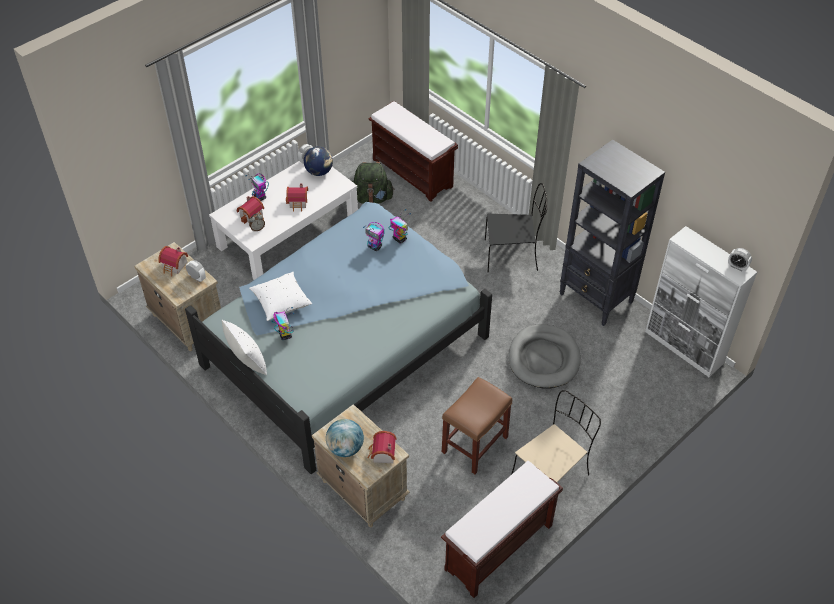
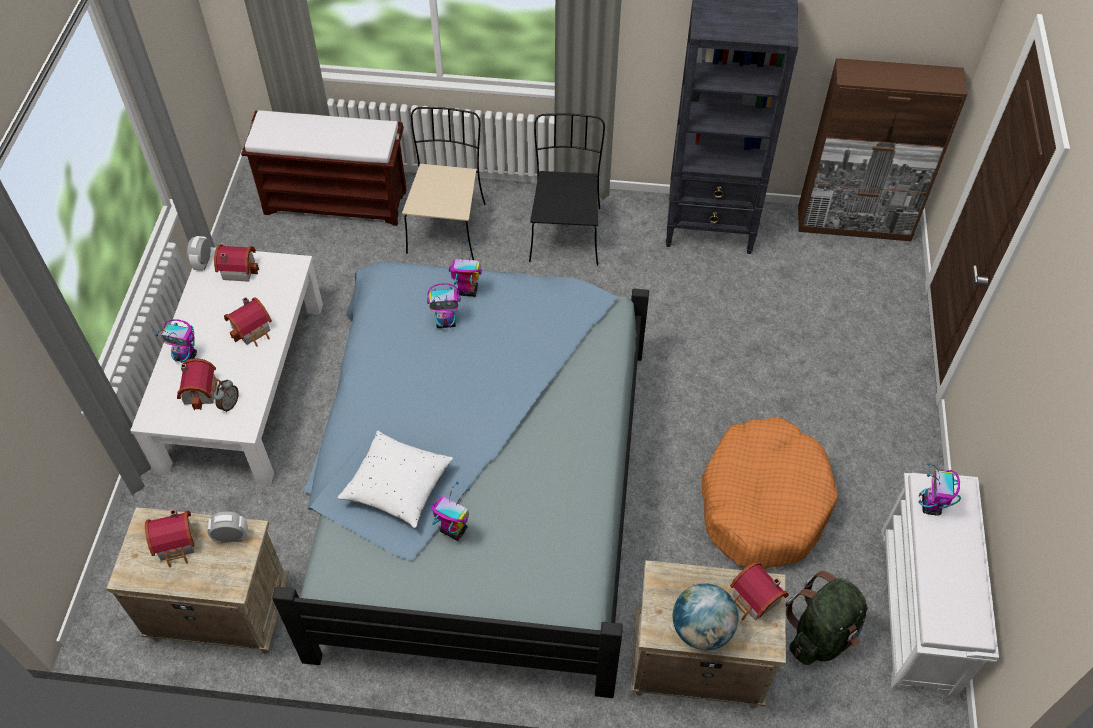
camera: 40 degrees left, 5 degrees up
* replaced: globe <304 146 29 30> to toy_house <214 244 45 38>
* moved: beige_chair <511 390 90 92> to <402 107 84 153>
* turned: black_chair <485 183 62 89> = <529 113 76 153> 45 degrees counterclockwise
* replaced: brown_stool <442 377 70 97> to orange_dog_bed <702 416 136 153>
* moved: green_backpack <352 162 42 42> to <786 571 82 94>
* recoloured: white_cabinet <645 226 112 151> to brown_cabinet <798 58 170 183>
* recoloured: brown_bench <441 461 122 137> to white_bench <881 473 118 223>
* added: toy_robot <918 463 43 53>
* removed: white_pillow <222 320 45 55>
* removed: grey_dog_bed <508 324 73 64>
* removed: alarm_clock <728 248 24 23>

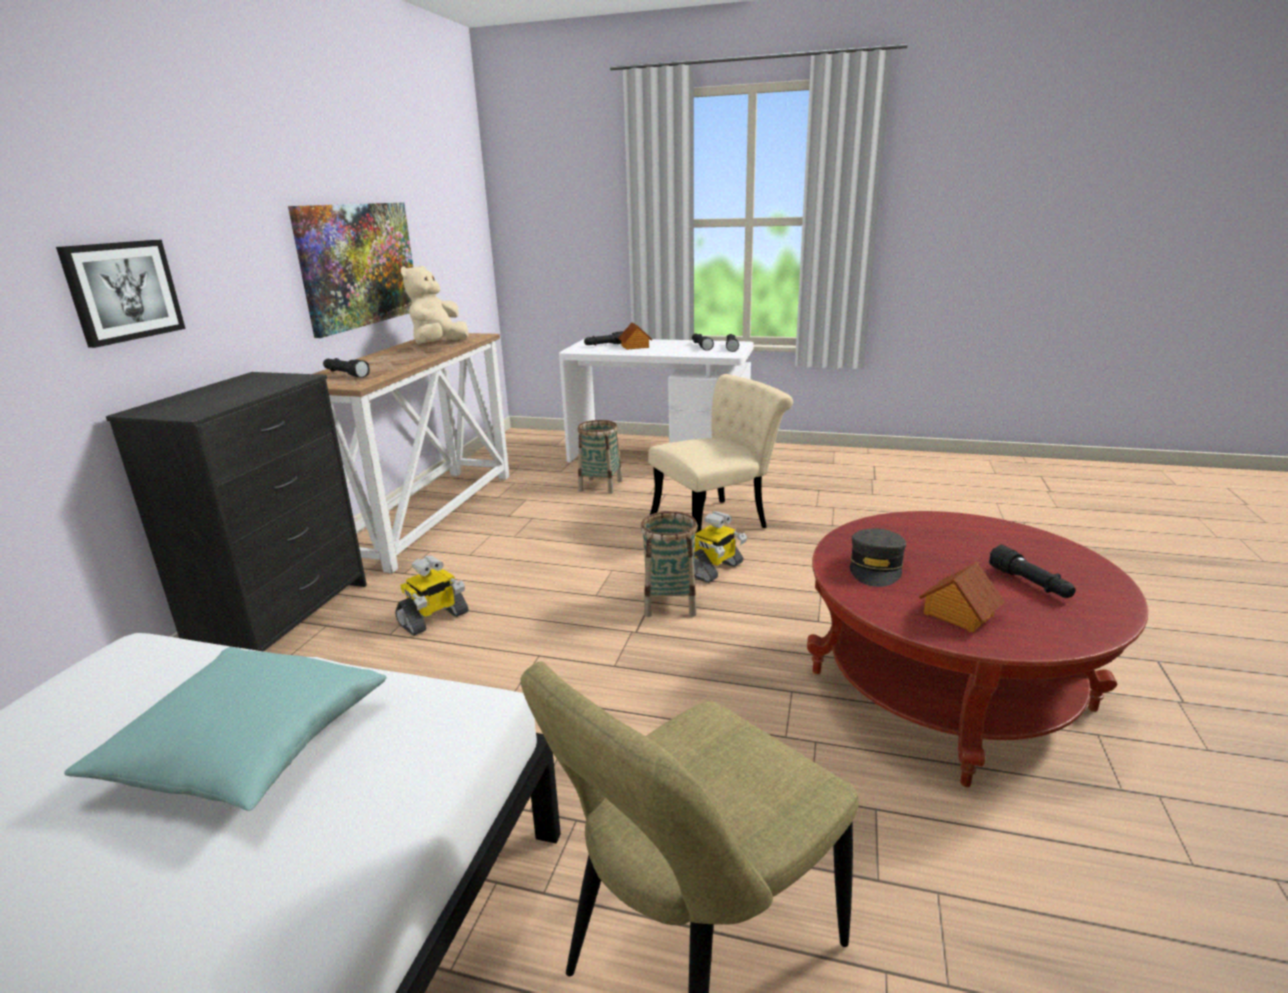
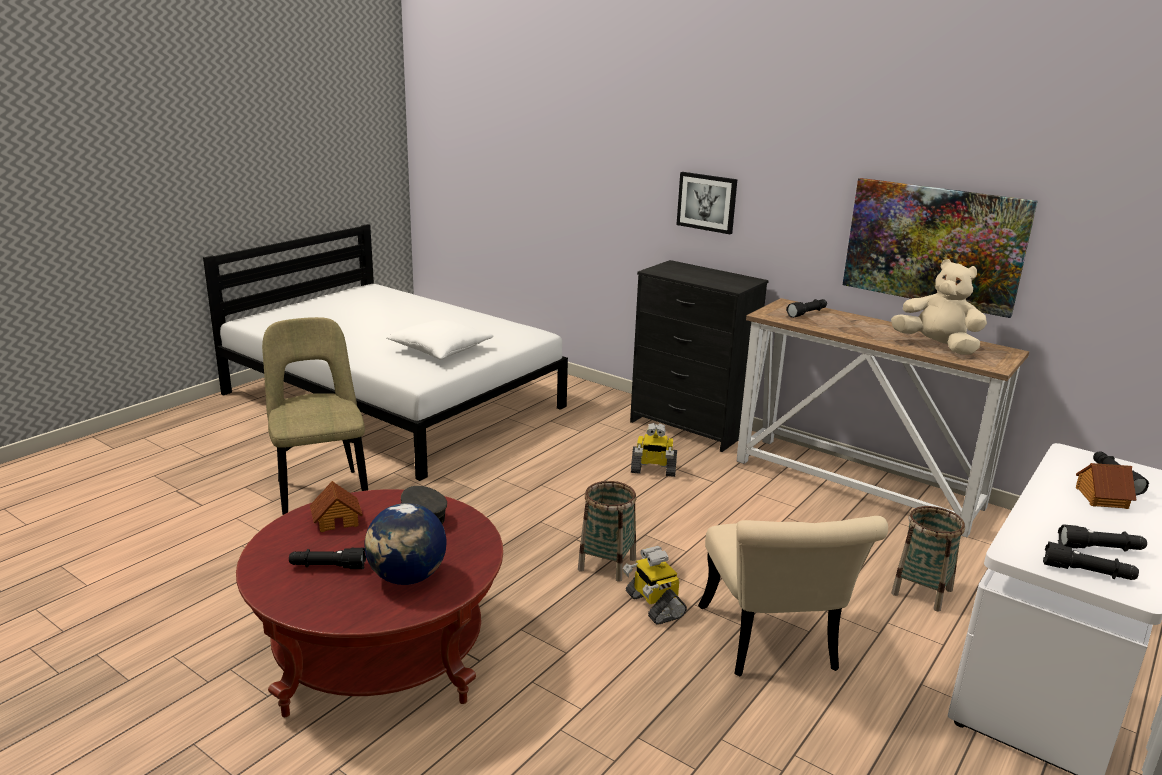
camera: 110 degrees right, 0 degrees up
* added: globe <364 503 83 82>
* recoloured: turquoise_pillow <64 647 323 164> to white_pillow <386 320 108 40>
* turned: toy_robot <395 556 73 80> = <631 423 46 54> 60 degrees counterclockwise

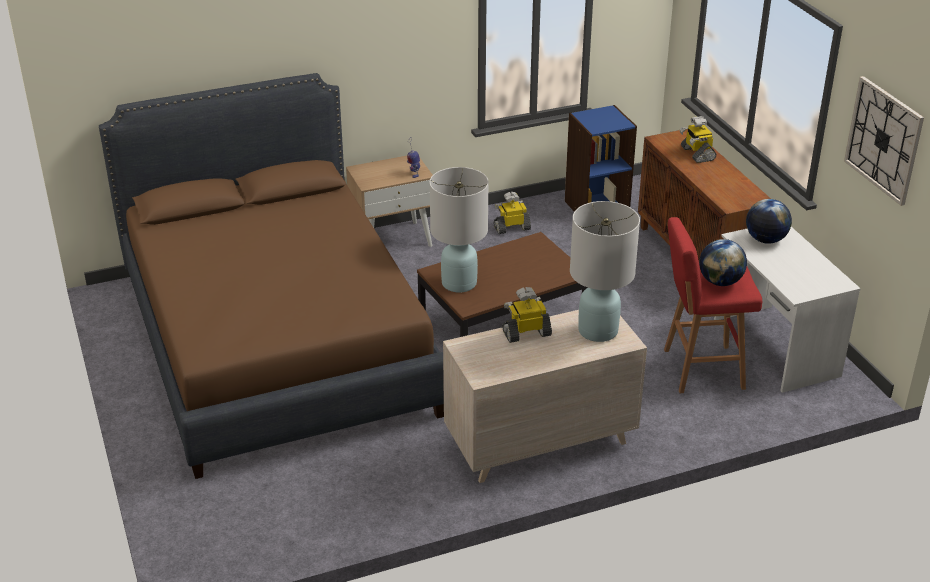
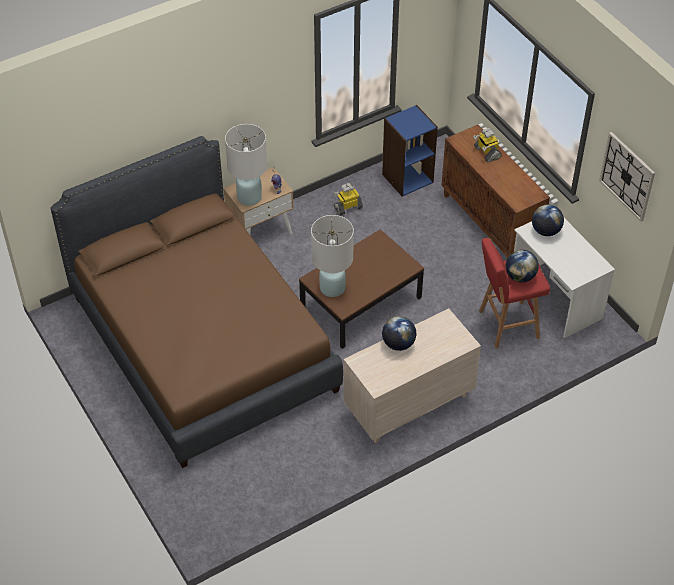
camera: 10 degrees left, 15 degrees up
* moved: white_table_lamp <570 201 70 141> to <225 124 42 82>
* replaced: toy_robot <502 287 50 56> to globe <382 316 34 35>

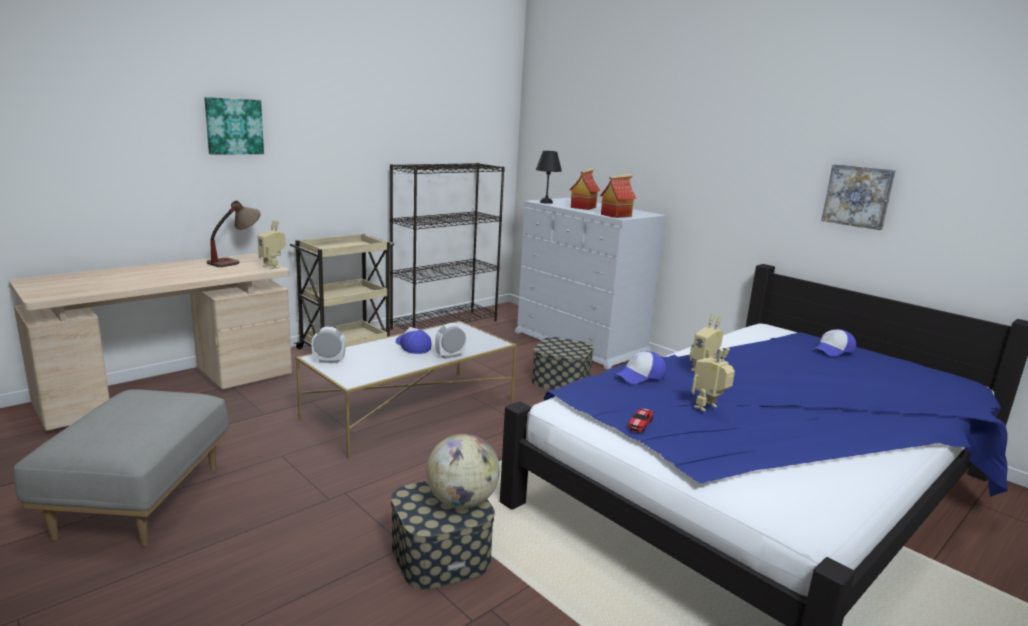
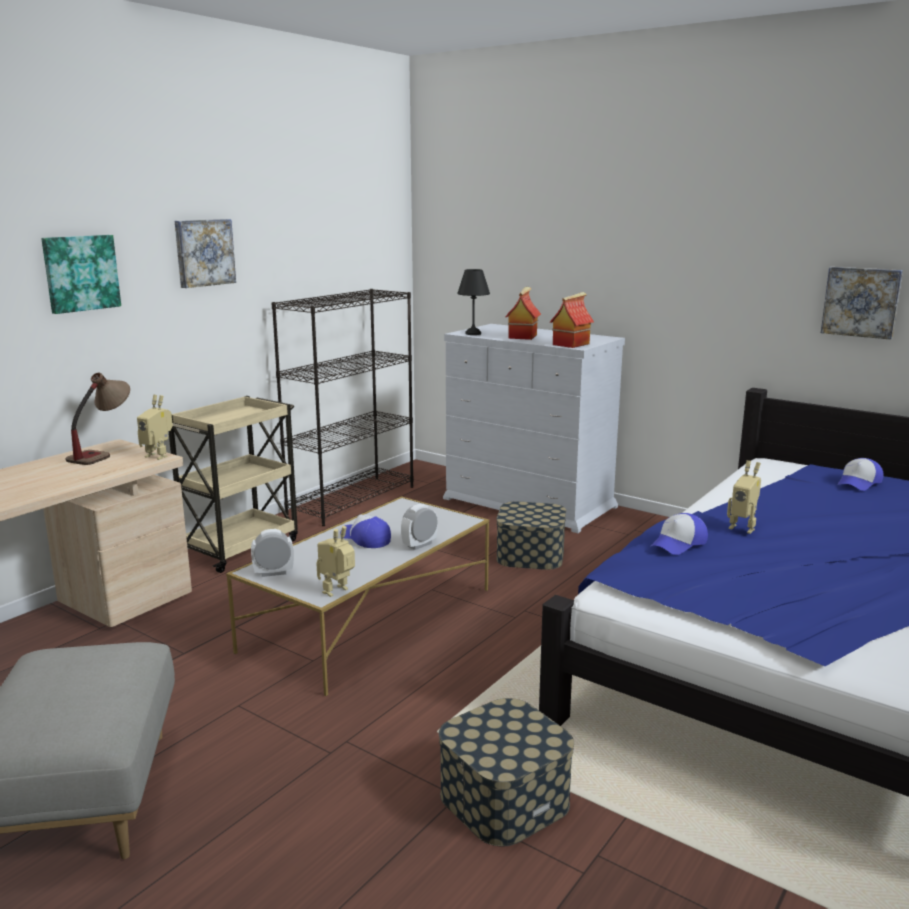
camera: 10 degrees left, 0 degrees up
* added: picture <175 219 61 69>
* moved: toy_robot <692 347 43 65> to <316 526 39 71>
* removed: globe <426 434 74 75>
* removed: toy_car <628 408 25 25>

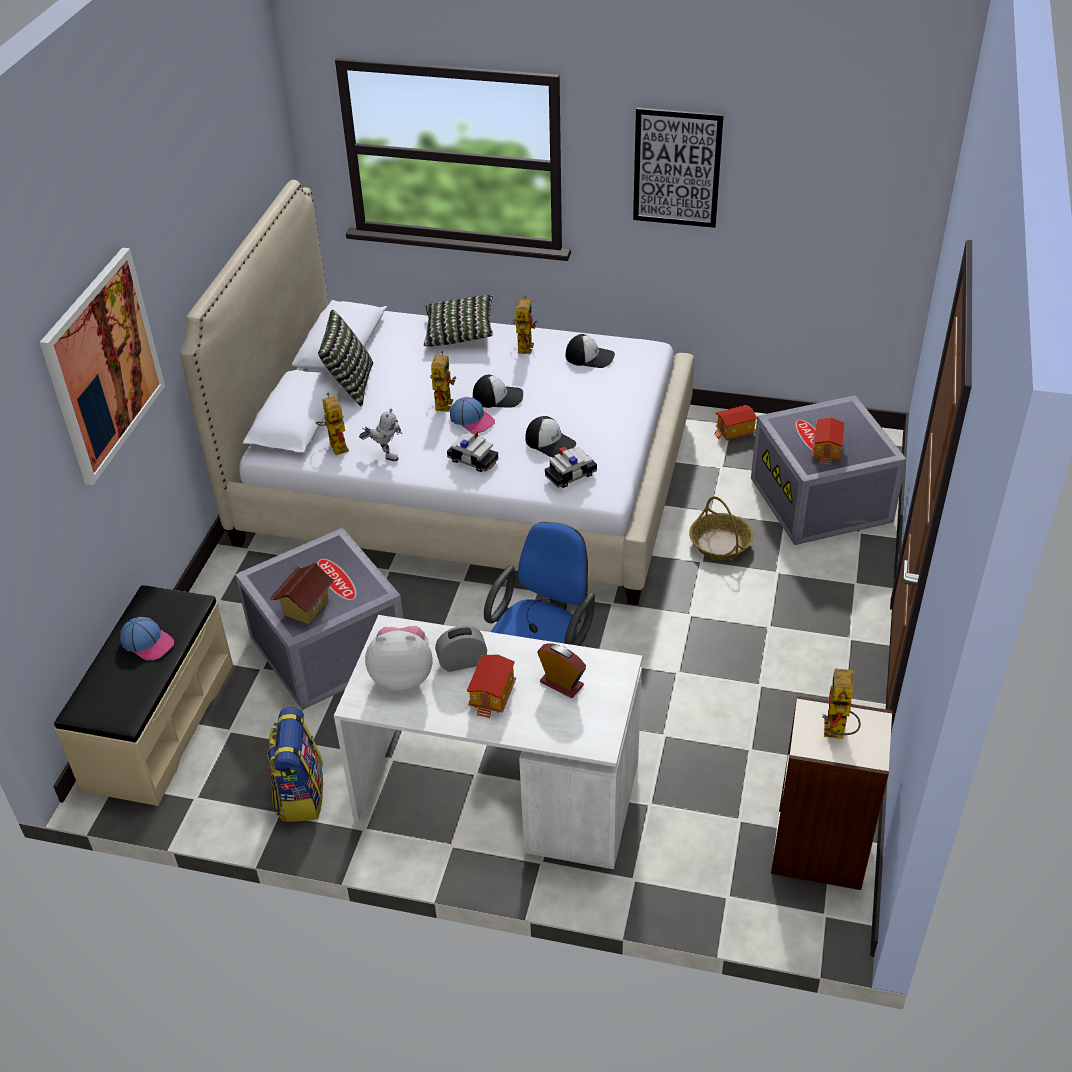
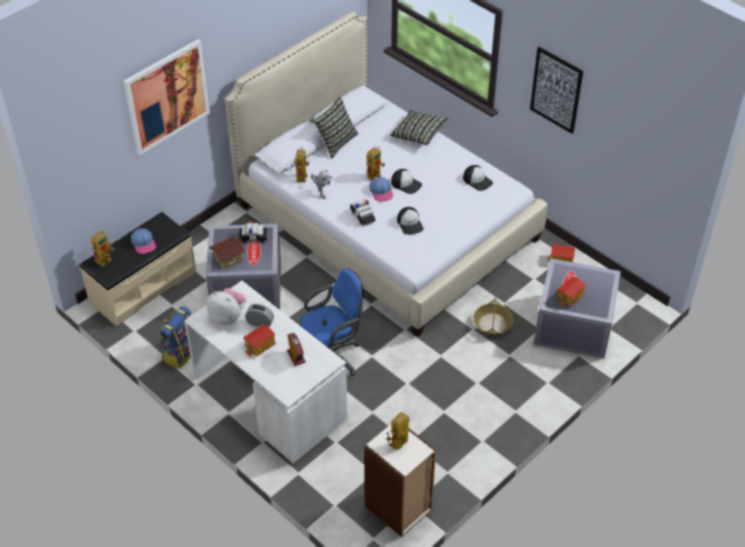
camera: 30 degrees right, 5 degrees up
* moved: toy_robot <512 295 26 59> to <91 231 24 36>
* moved: toy_car <545 447 52 41> to <239 221 29 22>

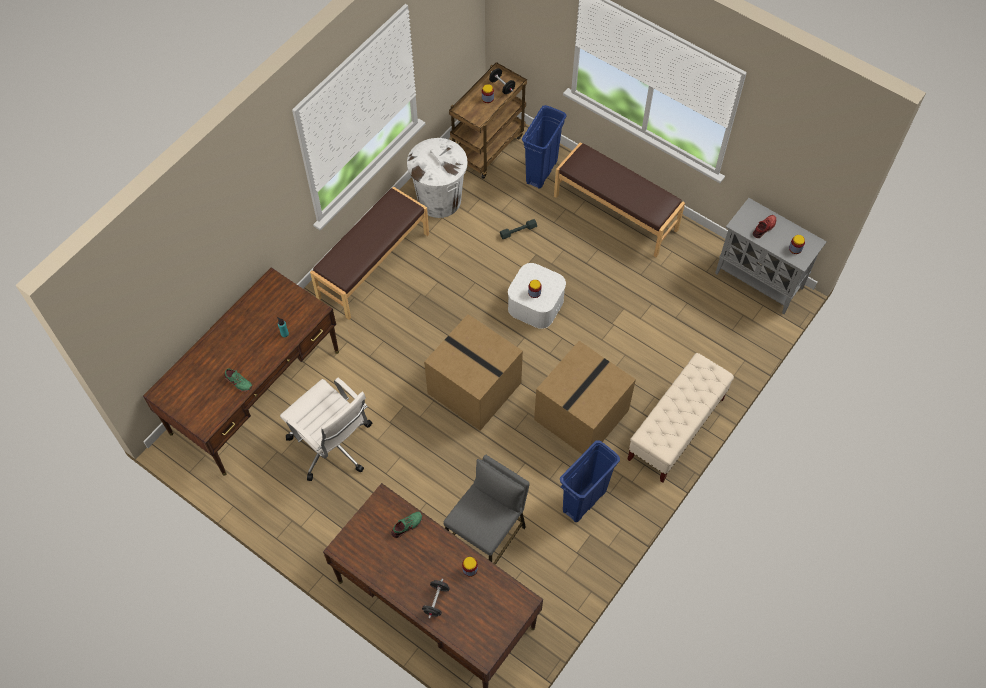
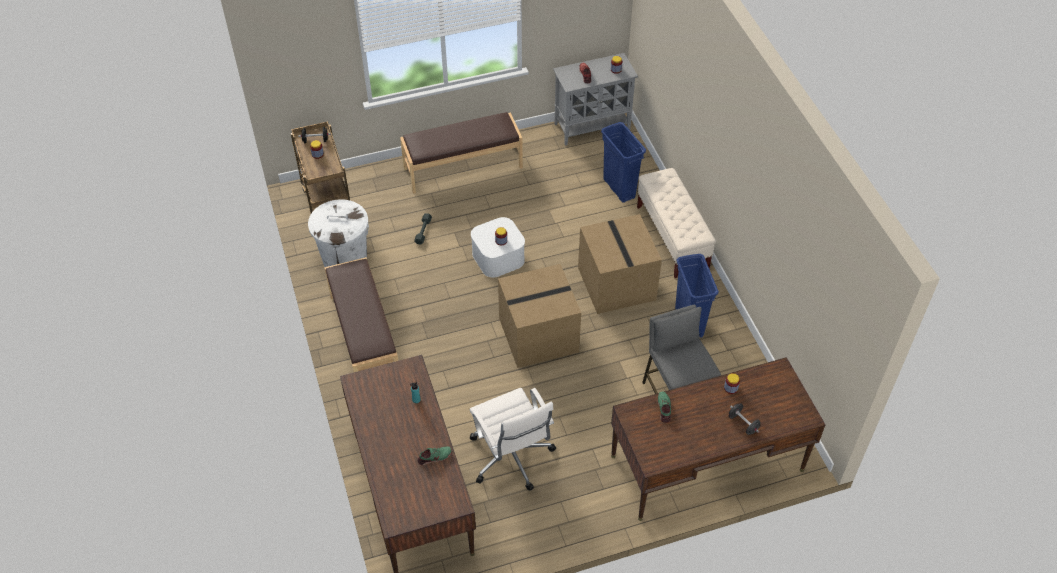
camera: 55 degrees left, 10 degrees down
* turned: white_office_chair <280 378 92 103> = <470 388 86 103> 75 degrees clockwise
* moved: blue_trash_can <522 105 45 84> to <601 122 45 81>

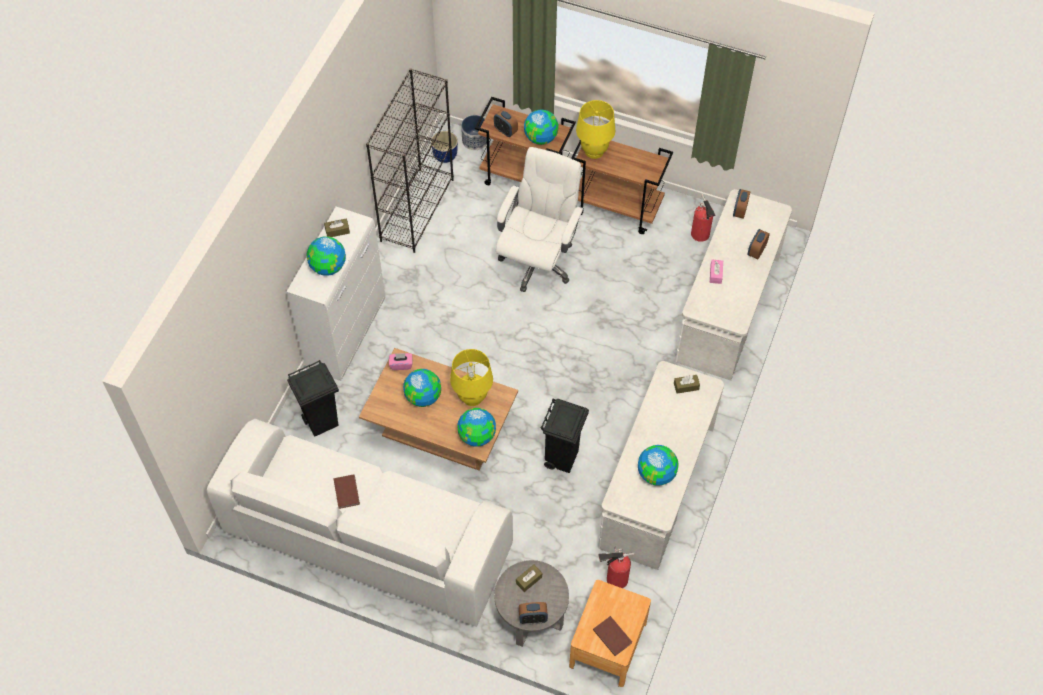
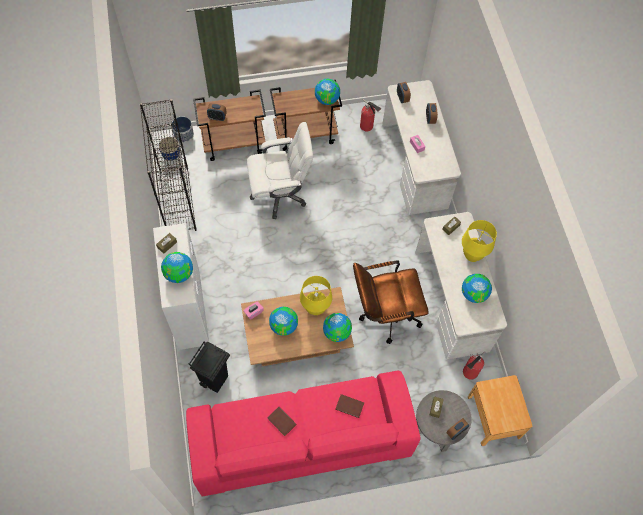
camera: 35 degrees left, 5 degrees up
* recoloured: white_sofa <207 419 306 208> to pink_sofa <186 371 235 126>
* turned: white_office_chair <496 147 88 145> = <247 122 66 97> 90 degrees clockwise
* moved: globe <524 110 34 35> to <315 79 25 26>
* moved: brown_book <593 616 39 40> to <335 394 29 24>
* replaced: black_trash_can <540 398 49 75> to brown_office_chair <353 260 76 84>
* moved: yellow_table_lamp <576 100 39 59> to <462 220 35 42>

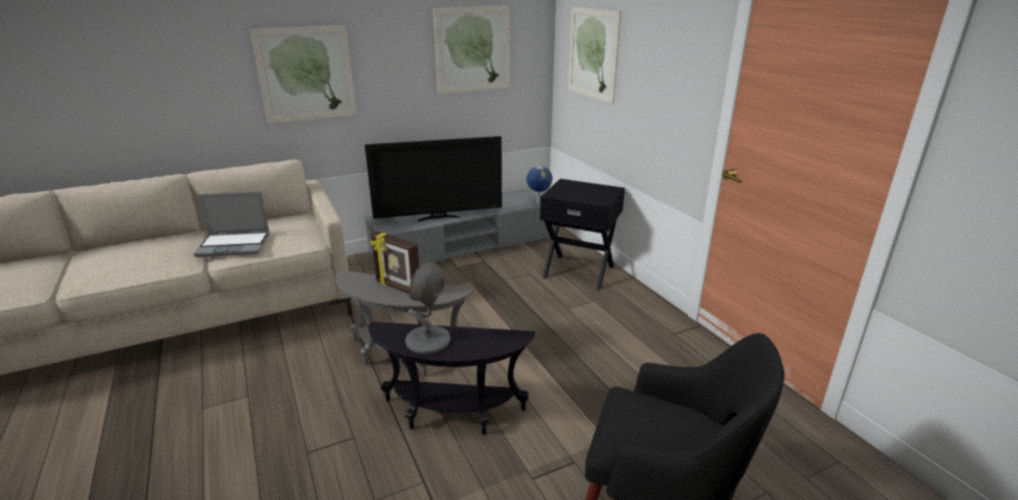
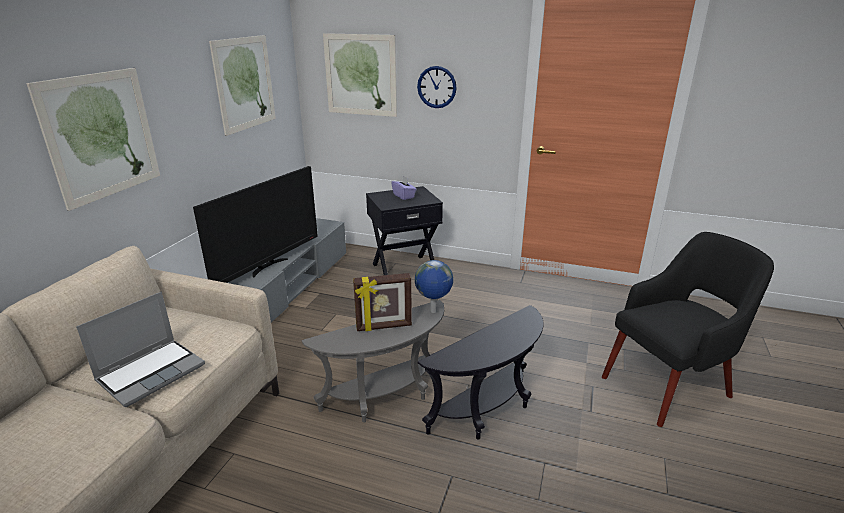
camera: 45 degrees left, 0 degrees up
* added: purple_tissue_box <391 176 26 24>
* moved: globe <526 166 26 37> to <415 260 38 53>
* added: wall_clock <417 66 40 42>
* removed: grey_table_lamp <405 260 46 94>

